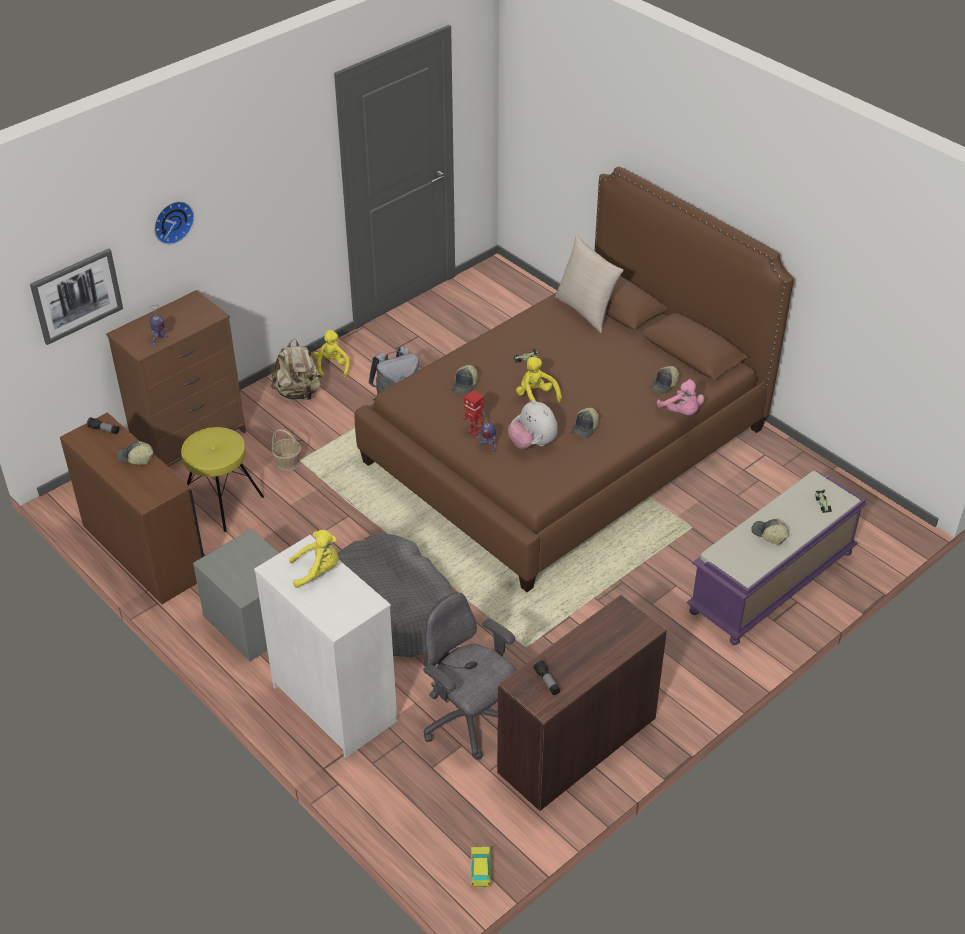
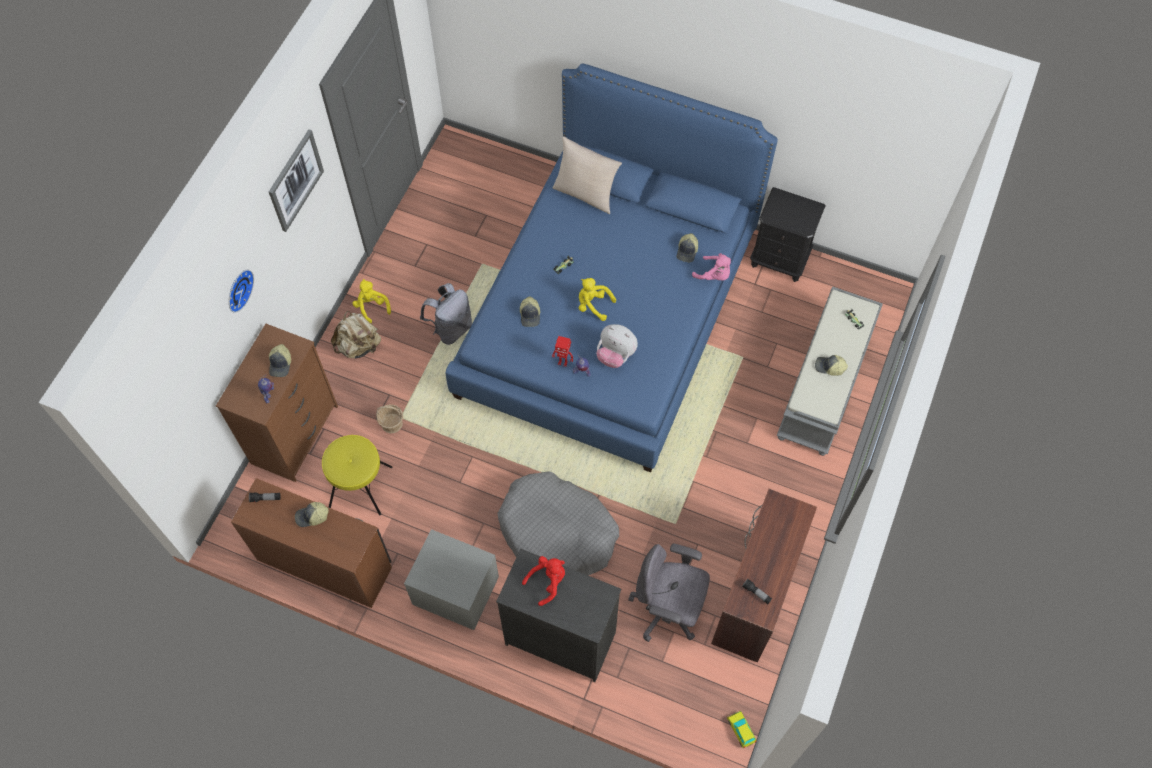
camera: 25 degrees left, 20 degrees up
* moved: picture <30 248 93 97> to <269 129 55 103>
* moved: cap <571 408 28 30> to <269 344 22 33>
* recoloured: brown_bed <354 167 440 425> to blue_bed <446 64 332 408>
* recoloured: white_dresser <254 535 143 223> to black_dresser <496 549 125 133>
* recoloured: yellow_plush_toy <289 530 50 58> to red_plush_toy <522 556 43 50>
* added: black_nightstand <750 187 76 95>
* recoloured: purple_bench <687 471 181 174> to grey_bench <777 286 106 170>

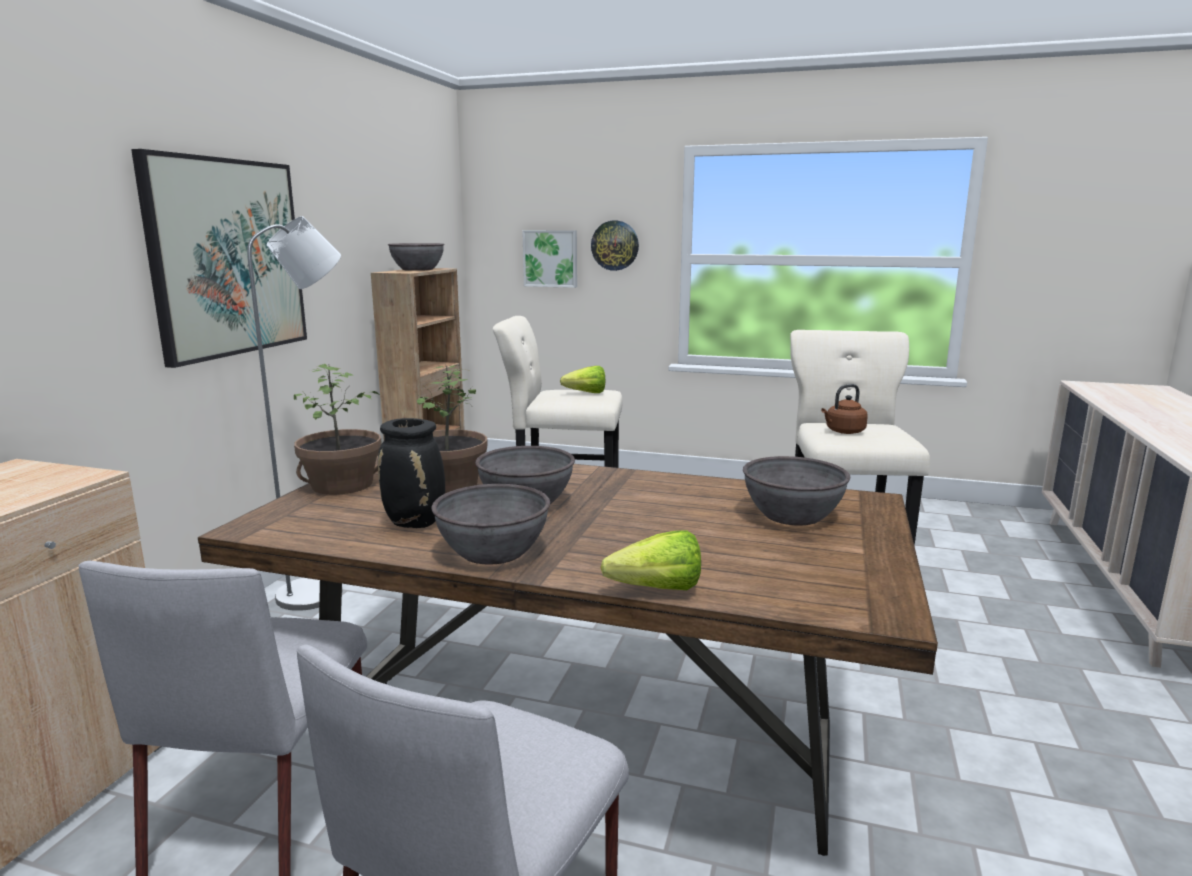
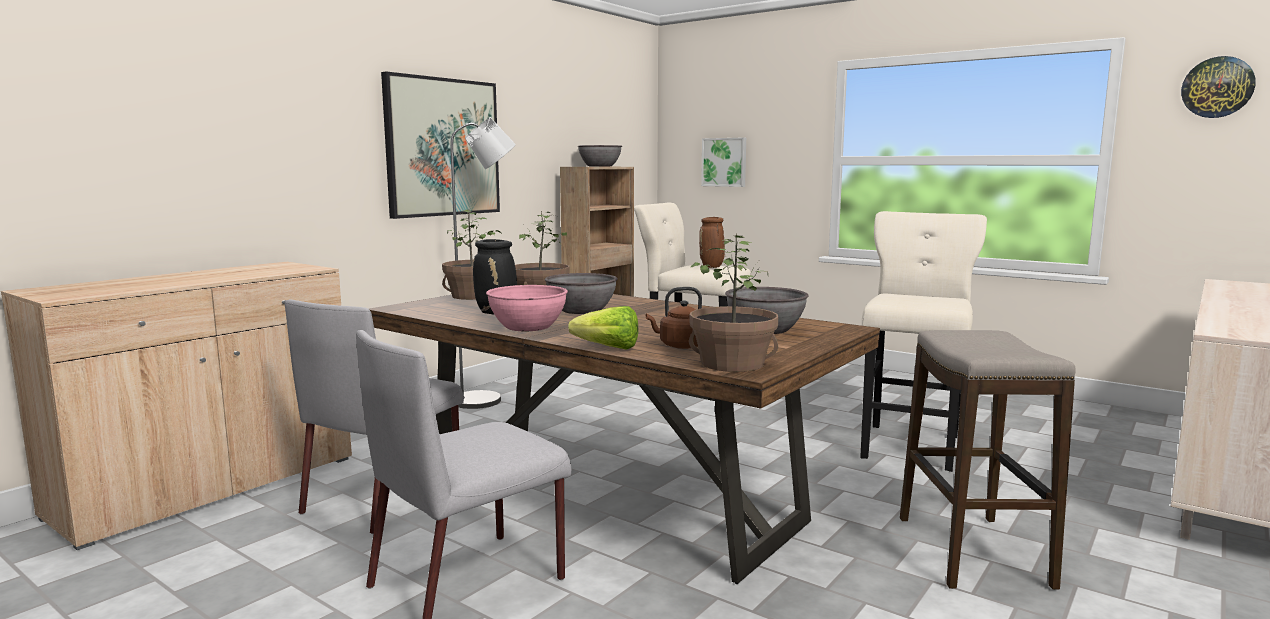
camera: 20 degrees right, 5 degrees down
* recoloured: grey_bowl <431 484 119 80> to pink_bowl <486 285 82 46>
* moved: brown_kettle <821 384 47 50> to <646 287 56 62>
* added: potted_plant <689 233 89 139>
* replaced: lettuce <560 366 45 27> to brown_vase <699 217 26 51>
* added: stool <900 330 176 260>
* moved: wall_clock <591 221 48 50> to <1181 56 75 62>

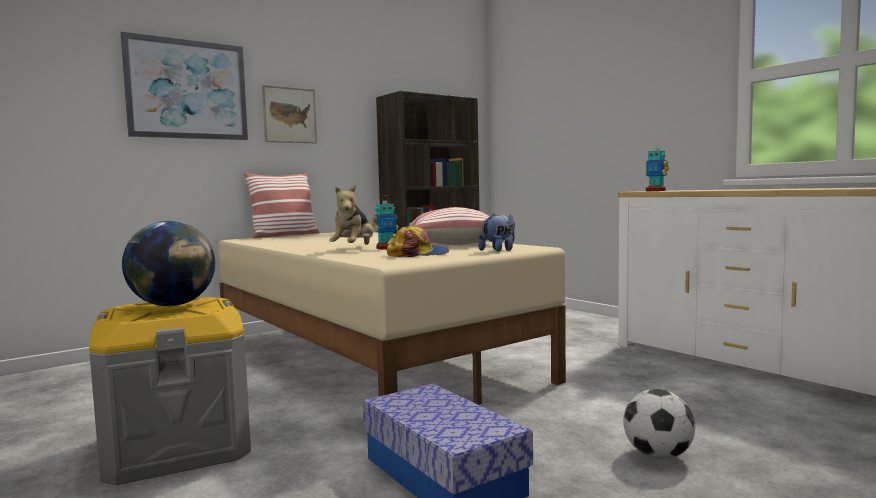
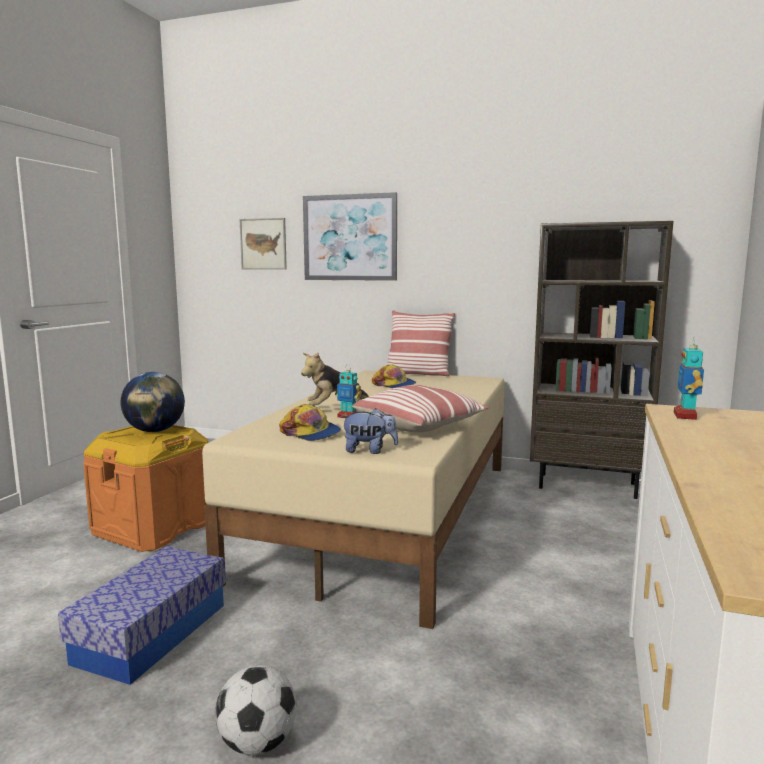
camera: 55 degrees right, 5 degrees up
* recoloured: grey_storage_box <89 297 162 188> to orange_storage_box <83 425 125 127>
* moved: picture <262 85 55 58> to <240 218 47 52>
* added: cap <372 365 44 23>

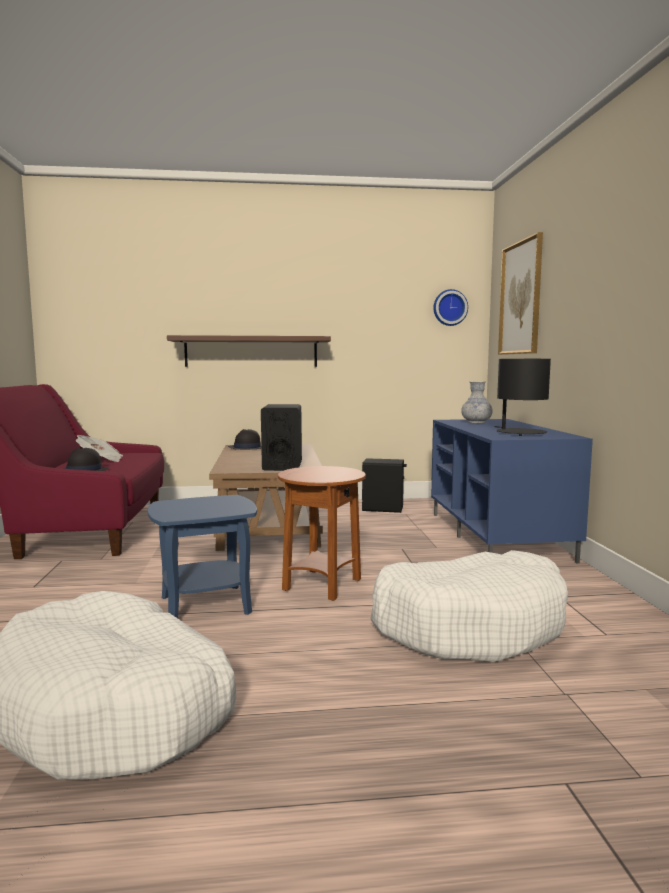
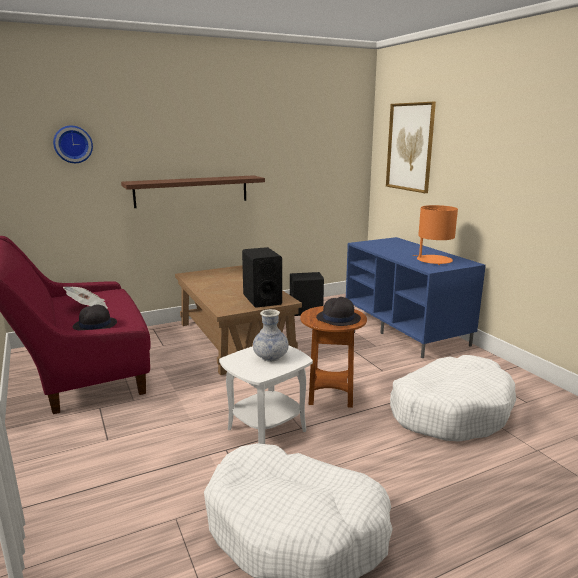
camera: 20 degrees left, 10 degrees up
* moved: wall_clock <433 289 35 37> to <53 126 40 37>
* recoloured: blue_side_table <148 495 109 123> to white_side_table <219 346 94 98>
* moved: vase <461 381 32 42> to <253 309 36 53>
* moved: black_hat <228 429 33 21> to <316 297 45 29>
* recoloured: black_table_lamp <494 359 57 77> to orange_table_lamp <413 205 45 60>

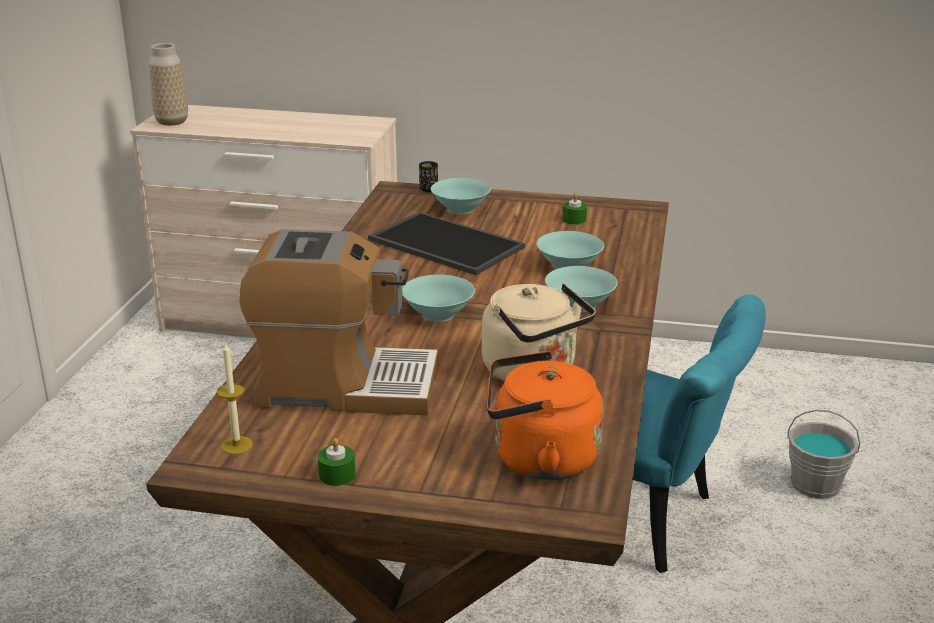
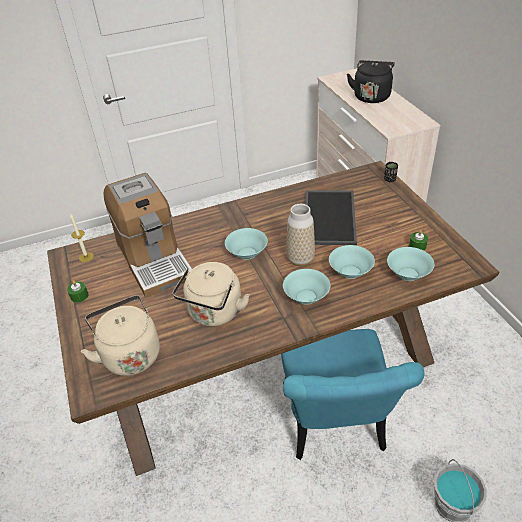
camera: 60 degrees right, 15 degrees up
* recoloured: orange_kettle <487 351 117 129> to beige_kettle <81 295 79 81>
* moved: vase <149 43 39 83> to <286 204 29 62>
* added: black_kettle <347 60 48 43>
* moved: turquoise_bowl <431 178 60 36> to <387 247 47 34>

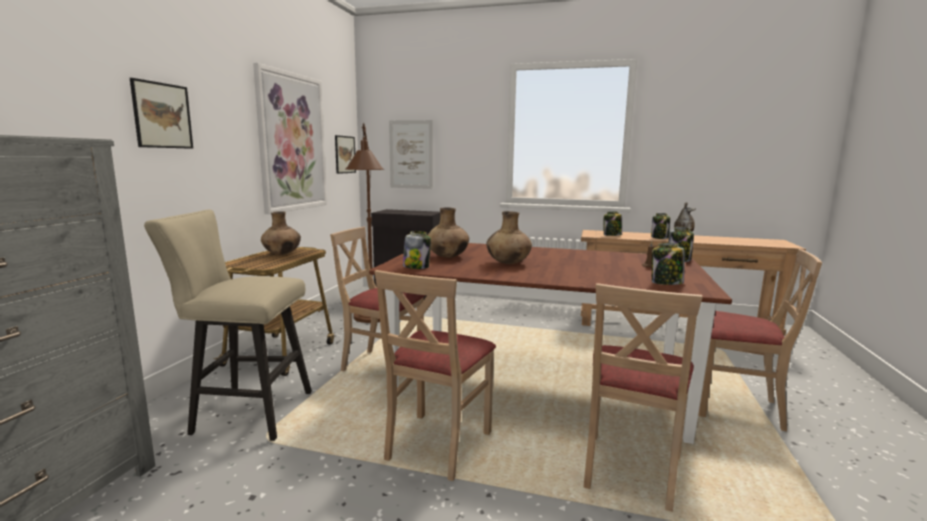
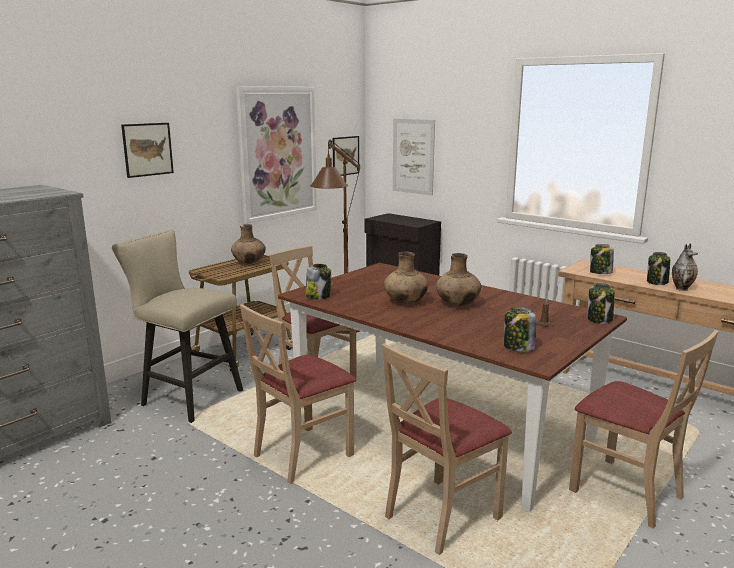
camera: 25 degrees right, 5 degrees up
* moved: brown_vase <428 207 41 51> to <436 253 45 53>

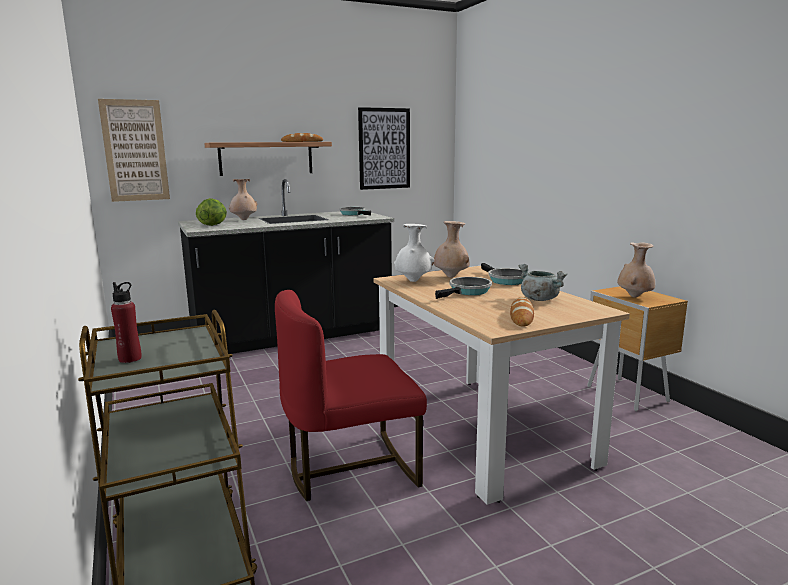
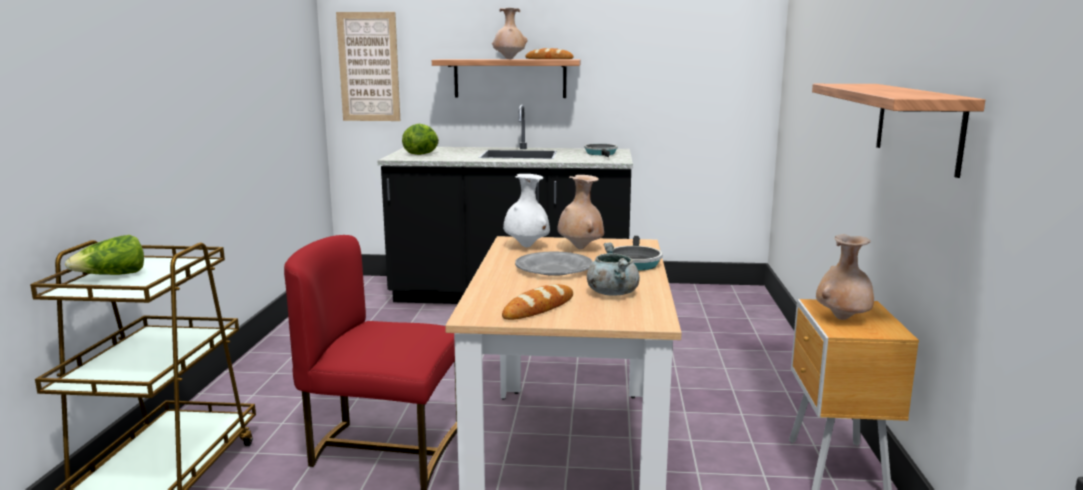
camera: 30 degrees right, 0 degrees up
* replaced: red_bottle <111 282 31 81> to lettuce <65 235 79 40>
* moved: beige_vase <228 179 29 41> to <492 8 35 51>
* replaced: frying_pan <435 277 57 22> to grey_plate <515 252 78 24>
* added: shelf <812 84 173 94>
* removed: picture <358 107 52 83>

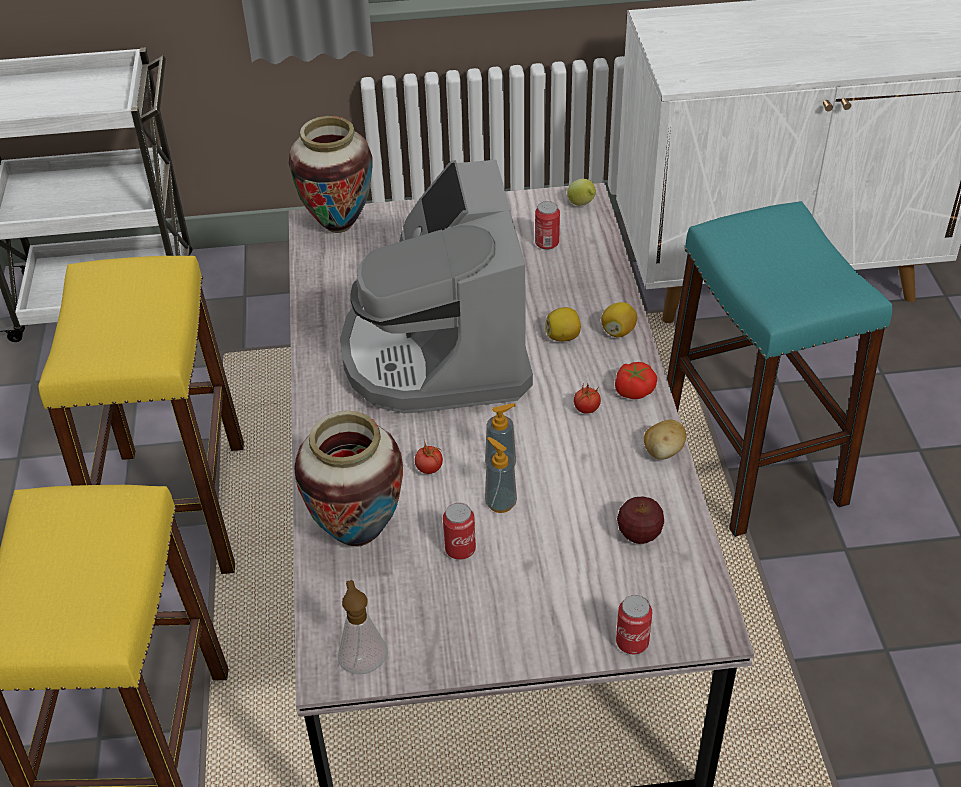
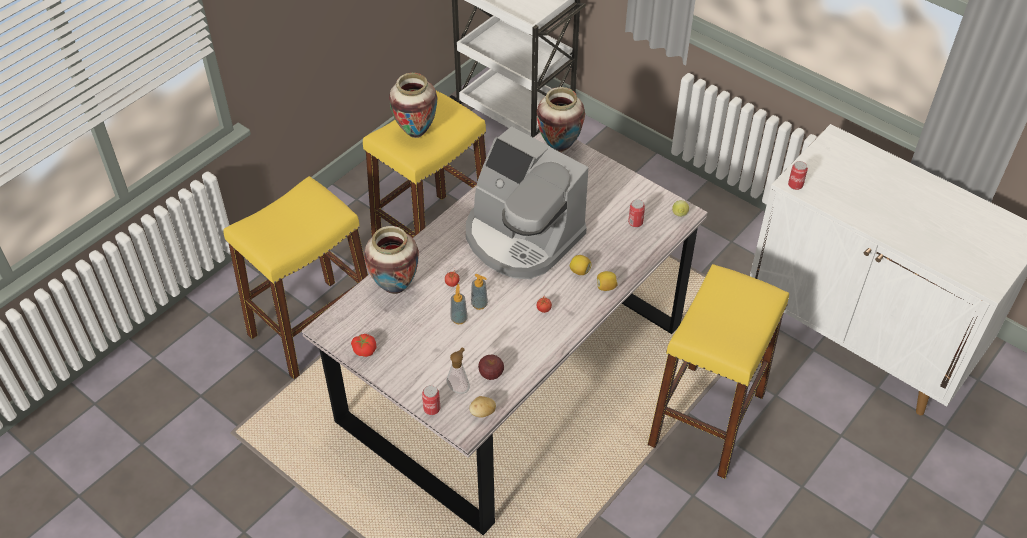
camera: 45 degrees right, 5 degrees up
* moved: tomato <615 362 42 37> to <351 334 25 23>
* added: vase <389 73 48 65>
* moved: soap_dispenser <338 580 50 95> to <447 347 23 47>
* turned: coffee_machine <340 160 193 253> = <466 126 122 153> 90 degrees counterclockwise
* moved: potato <644 419 42 41> to <469 396 27 22>
* recoloured: turquoise_stool <667 201 225 336> to yellow_stool <647 264 142 215>
* moved: can <443 503 33 57> to <788 161 20 29>

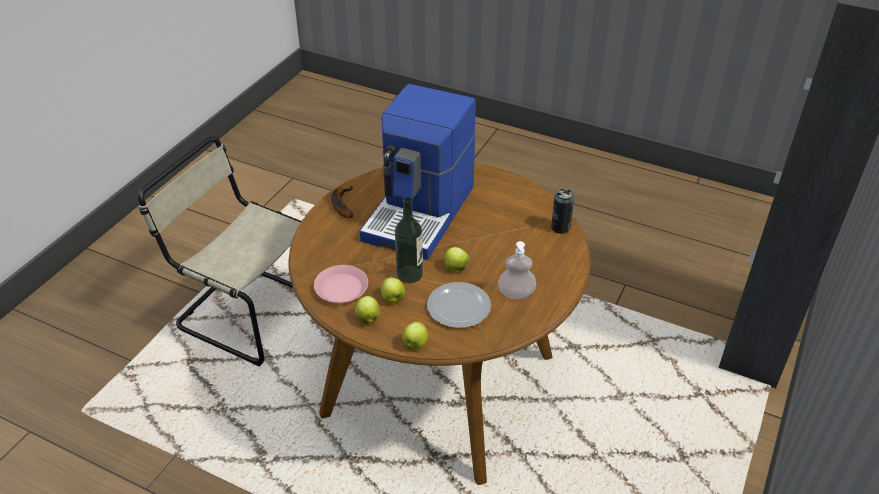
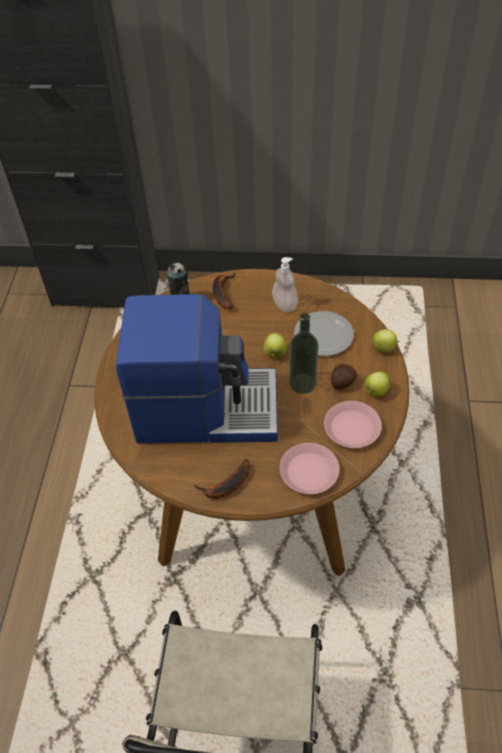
camera: 110 degrees left, 10 degrees up
* added: banana <213 273 23 37>
* added: pink_plate <280 443 60 51>
* replaced: apple <381 277 24 26> to potato <331 364 26 26>

